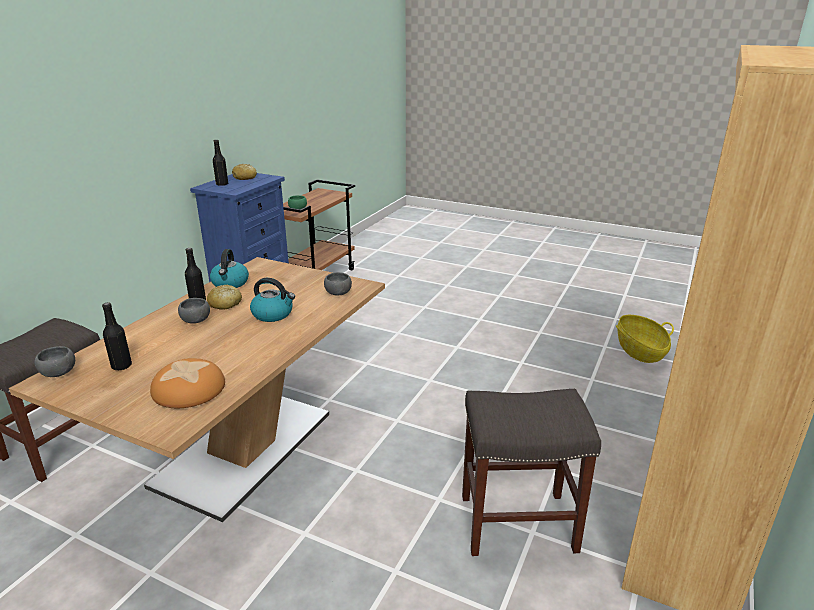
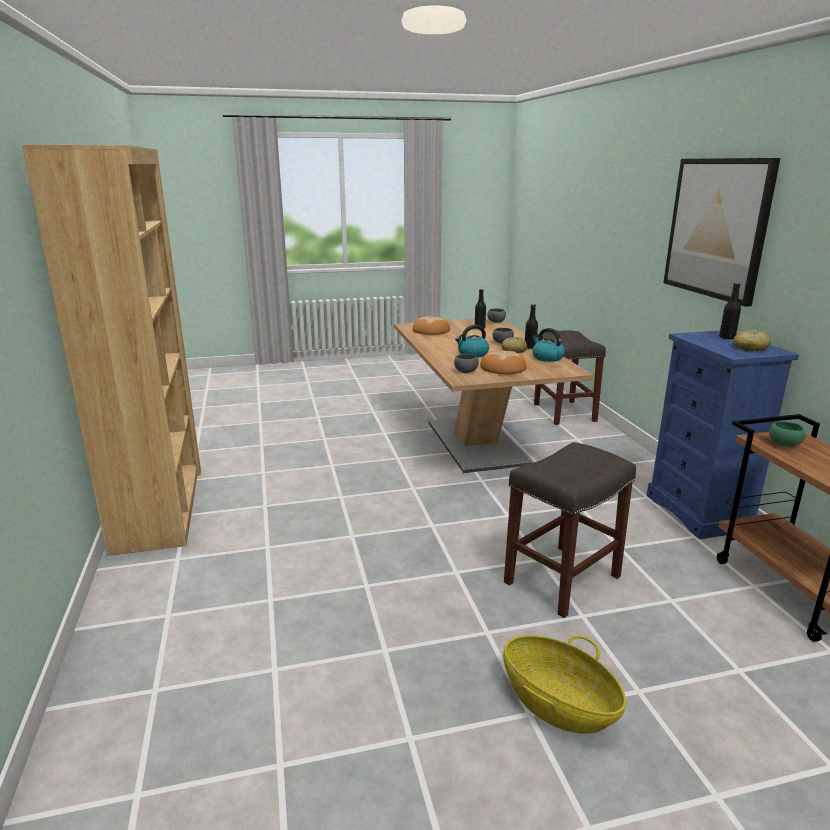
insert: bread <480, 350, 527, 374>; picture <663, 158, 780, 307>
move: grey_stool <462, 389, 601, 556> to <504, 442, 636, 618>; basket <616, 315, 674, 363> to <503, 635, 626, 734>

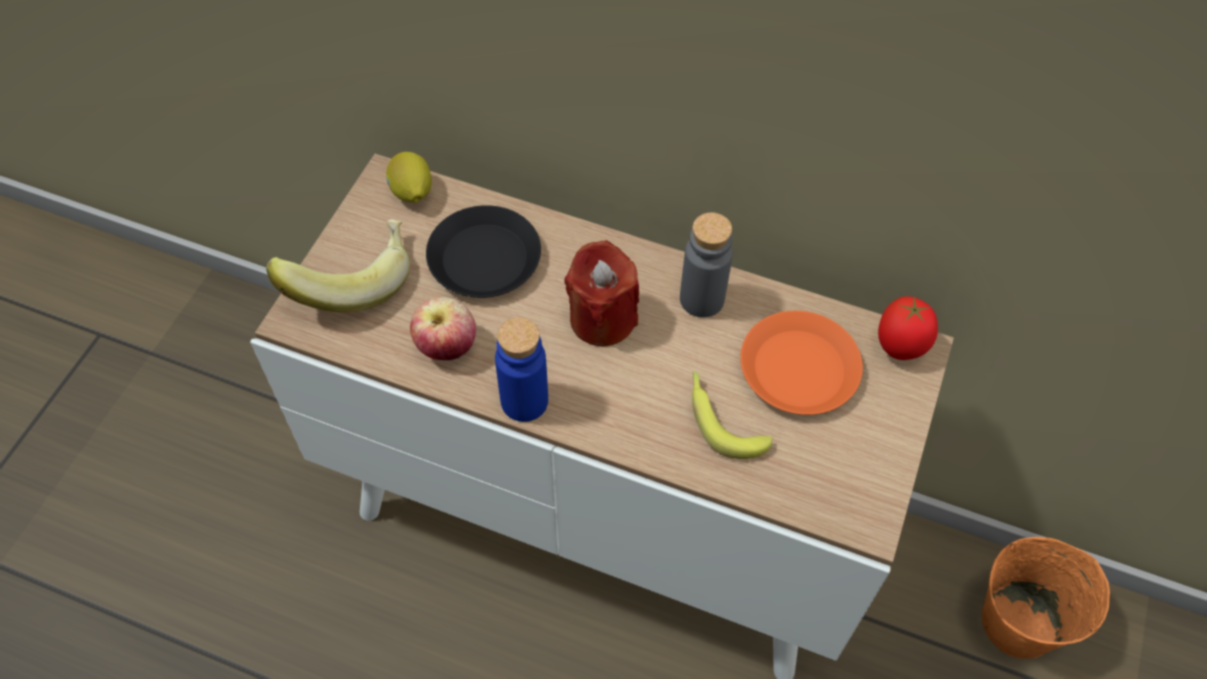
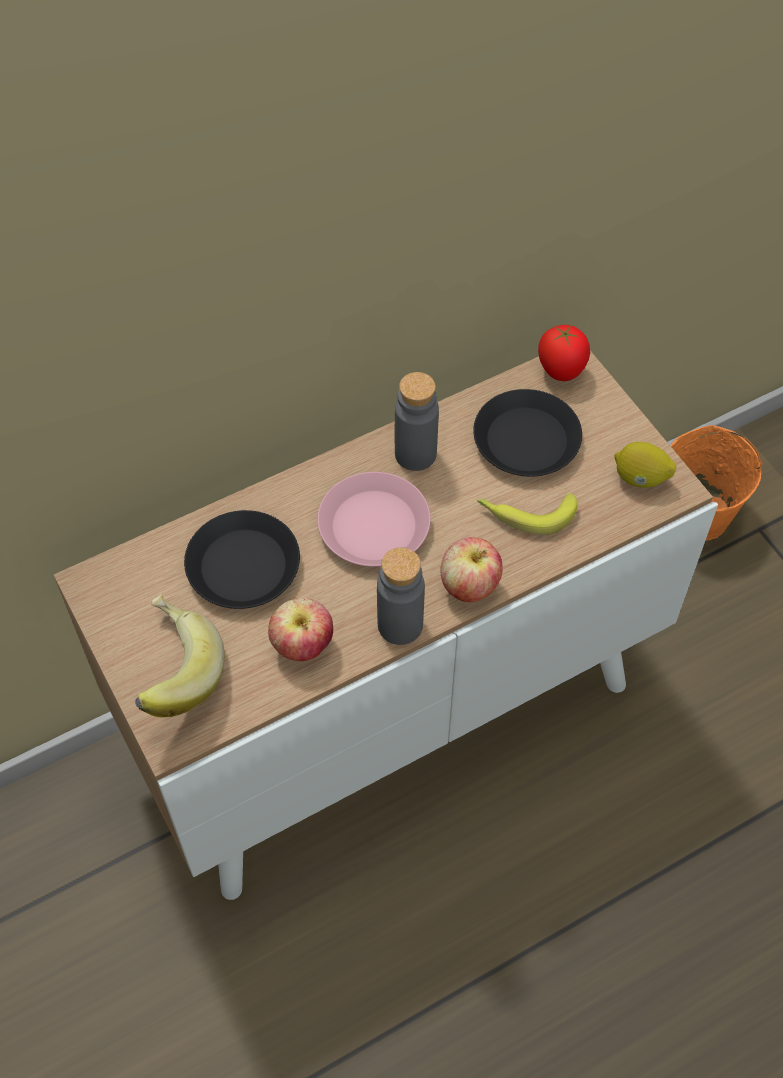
insert: apple <440, 537, 503, 602>
move: lemon <386, 152, 432, 203> to <614, 442, 677, 488>
replace: red_candle <565, 240, 639, 347> to pink_plate <317, 472, 431, 567>
recolor: blue_bottle <495, 318, 548, 422> to grey_bottle <377, 547, 425, 645>; orange_plate <740, 311, 863, 415> to black_plate <473, 389, 582, 477>

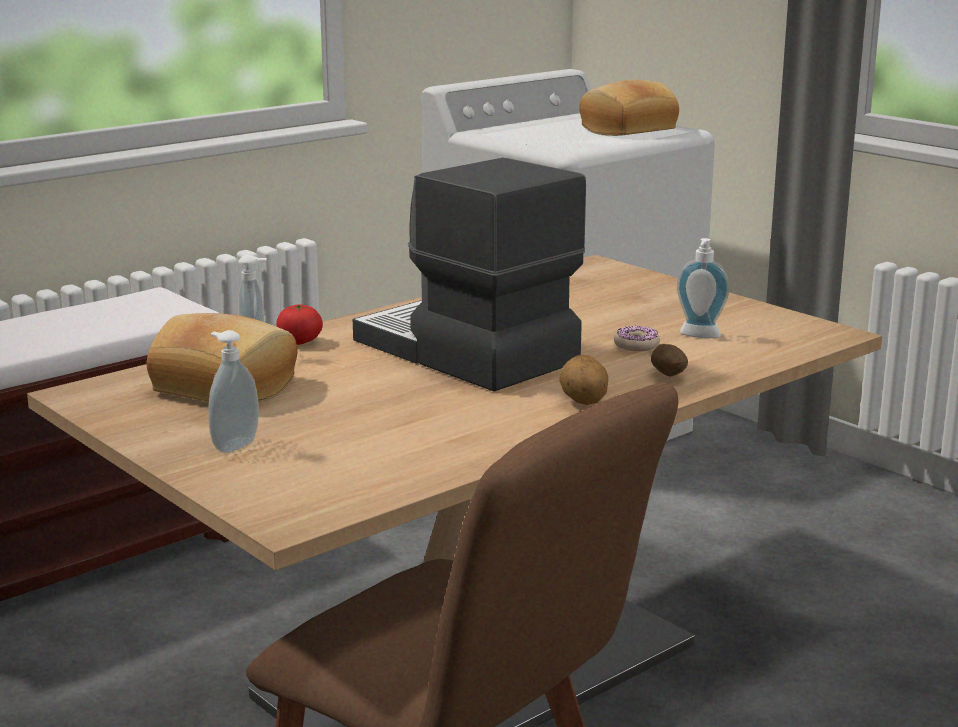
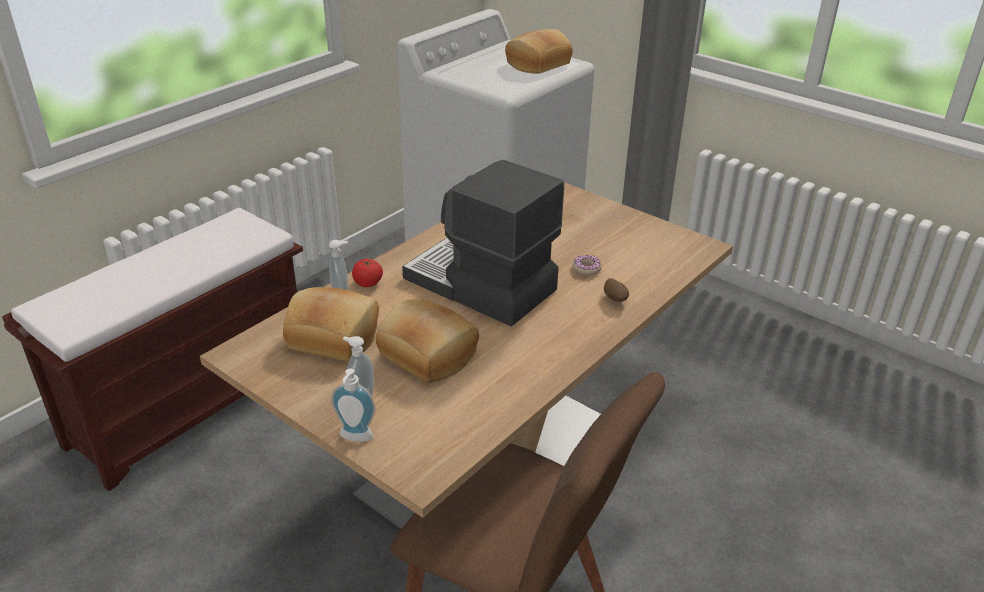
delete: potato <559, 355, 608, 405>
insert: bread <376, 299, 479, 383>
move: soap_dispenser <677, 238, 729, 338> to <331, 369, 375, 442>

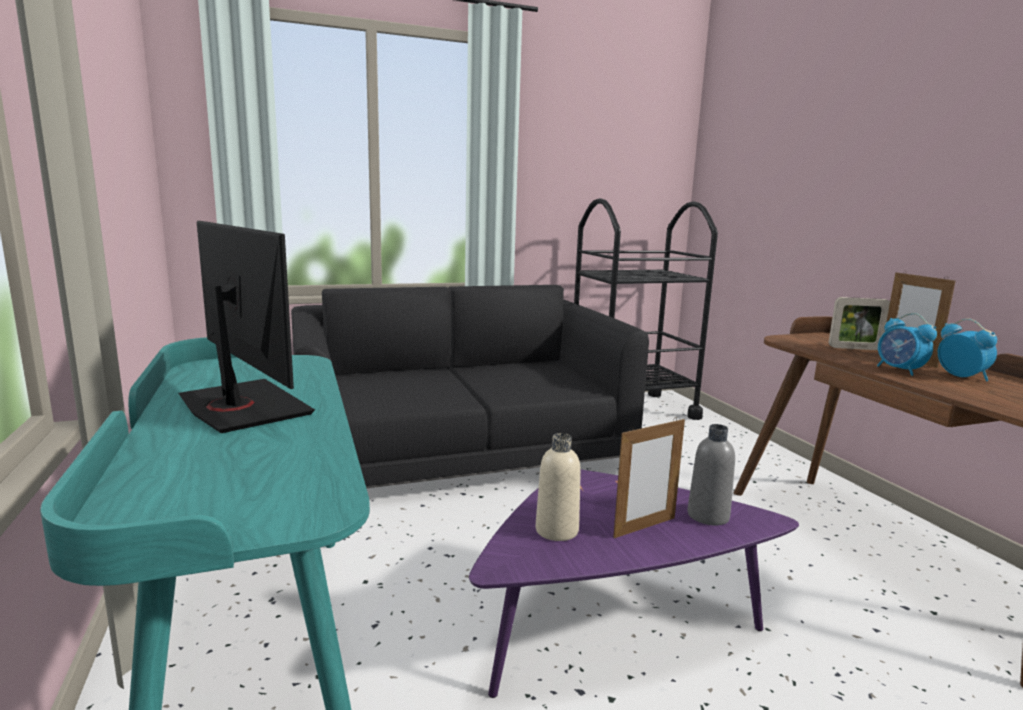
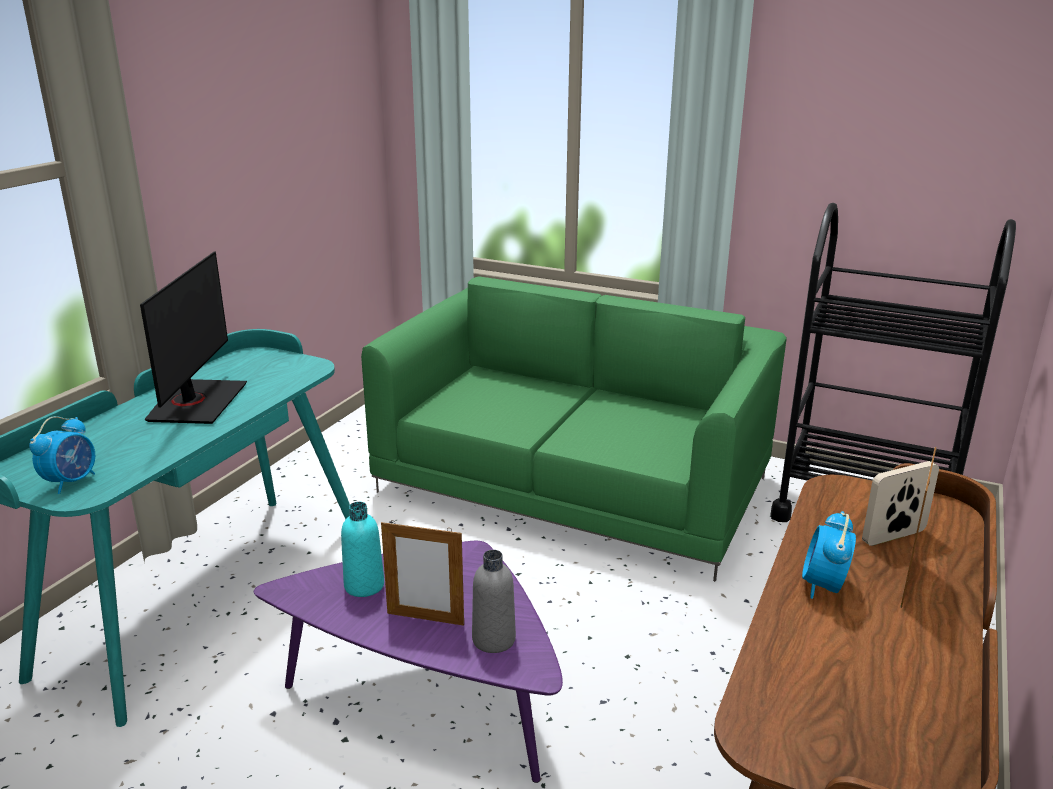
move: alarm_clock <938, 318, 997, 382> to <29, 416, 95, 494>
recolor: black_sofa <291, 285, 649, 488> to green_sofa <361, 276, 787, 582>; beige_bottle <536, 433, 581, 541> to turquoise_bottle <341, 502, 384, 597>
rotate: picture_frame <829, 297, 890, 350> = <862, 461, 939, 546> 105 degrees clockwise

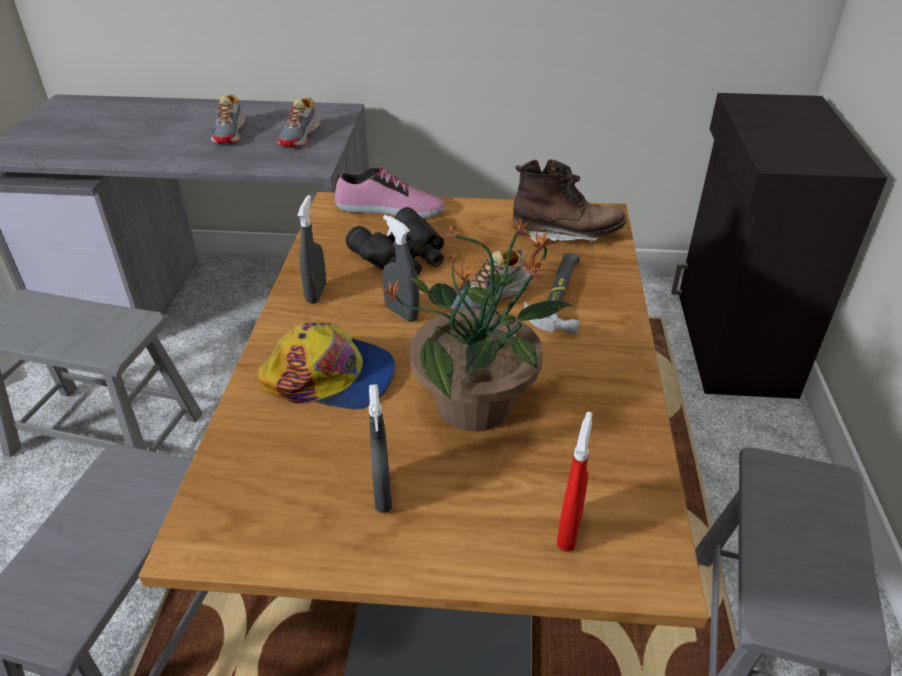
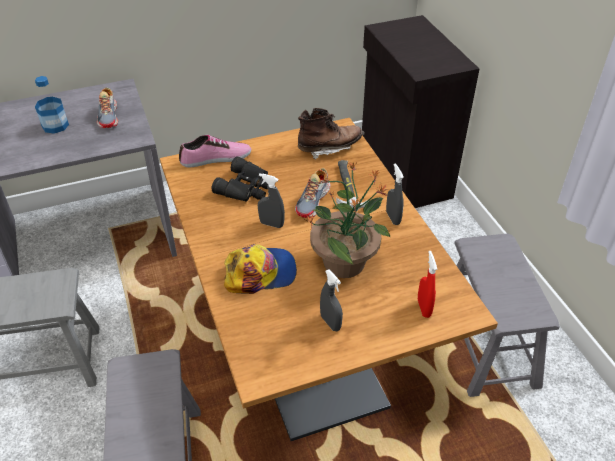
move: grey_spray_bottle <297, 195, 326, 304> to <386, 163, 404, 225>
replace: shoe <211, 94, 245, 144> to bottle <35, 76, 69, 134>

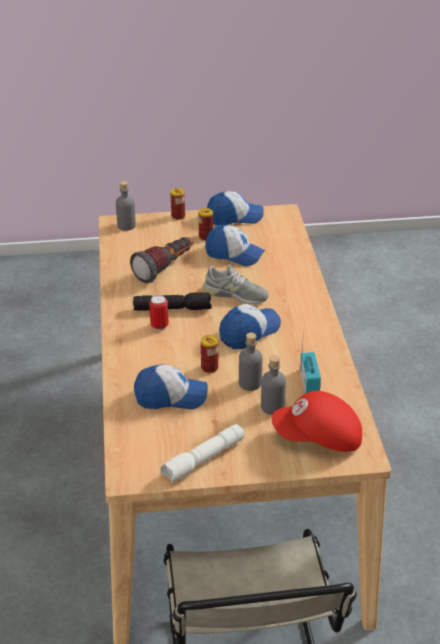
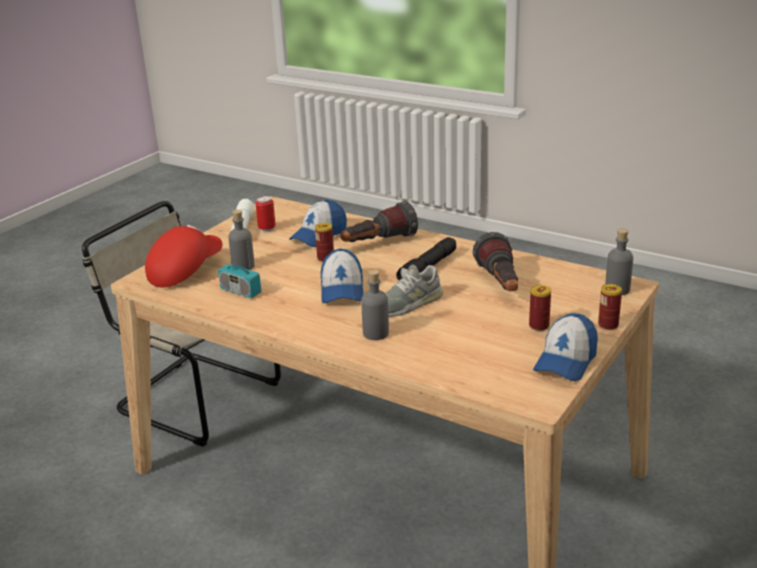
delete: cap <205, 225, 265, 266>
insert: flashlight <340, 201, 418, 242>
move: can <149, 295, 169, 331> to <255, 196, 276, 232>; grey_bottle <239, 333, 262, 391> to <361, 269, 389, 340>

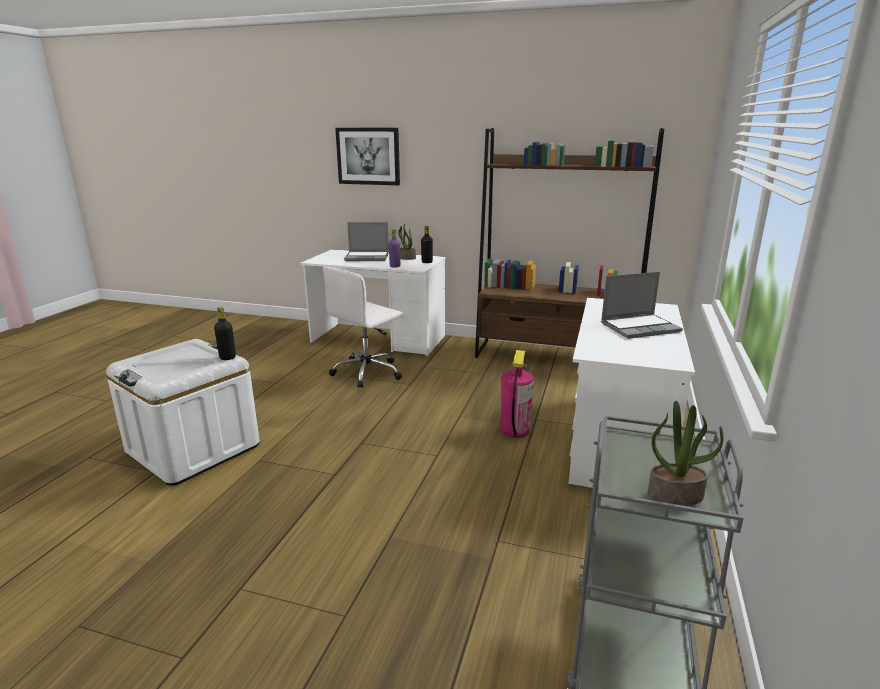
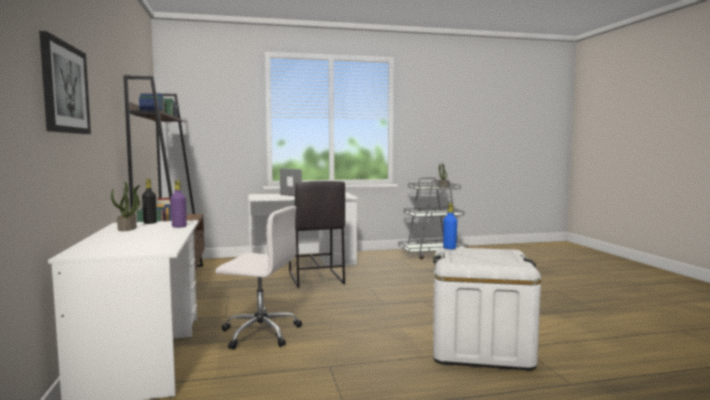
delete: laptop <344, 222, 389, 261>
replace: fire_extinguisher <500, 350, 534, 438> to grey_stool <289, 181, 345, 288>
recolor: black_bottle <214, 307, 236, 360> to blue_bottle <443, 203, 457, 249>

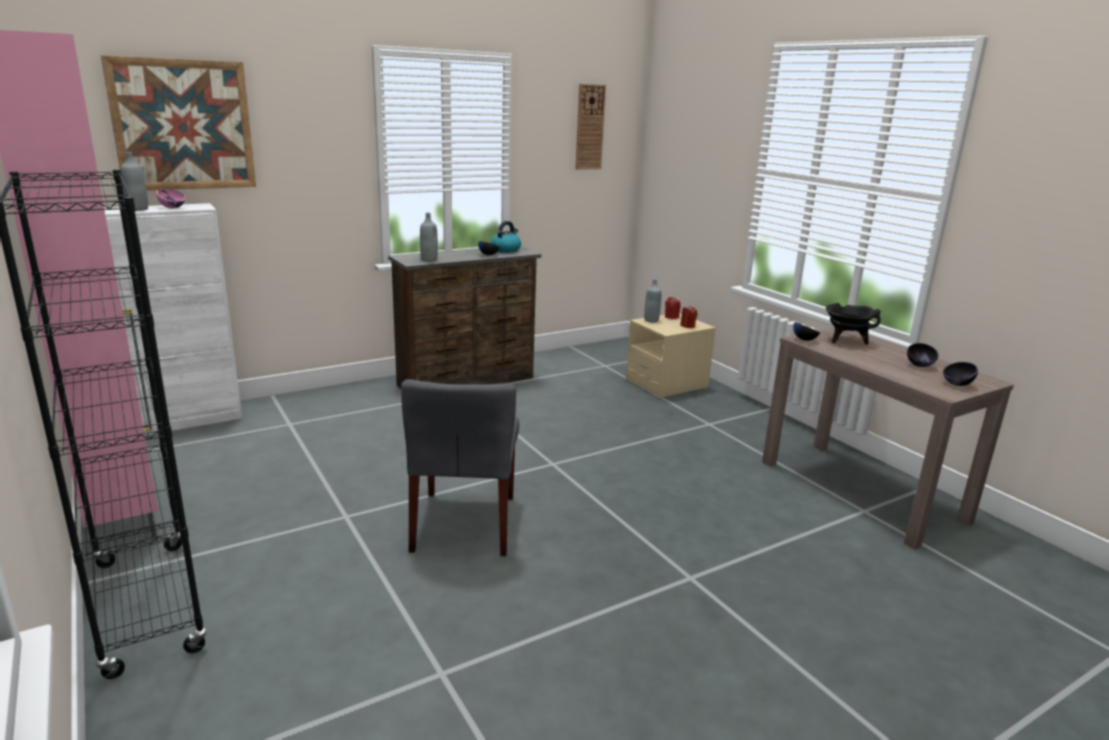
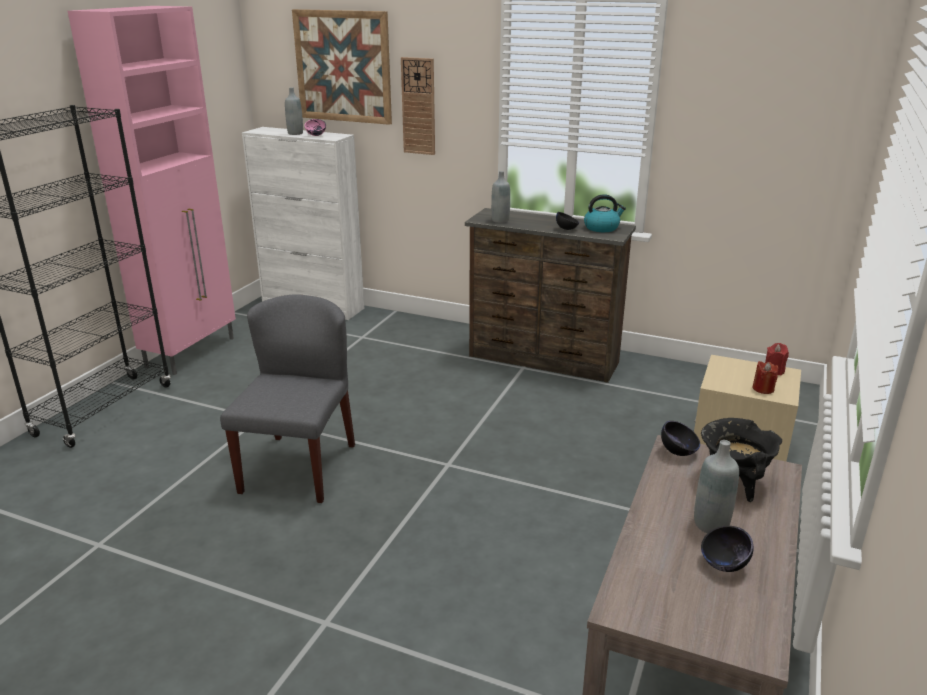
delete: black_bowl <943, 362, 978, 386>
move: wall_clock <575, 84, 606, 170> to <401, 57, 435, 155>; grey_bottle <644, 279, 661, 322> to <694, 440, 739, 533>
rotate: grey_chair <401, 379, 519, 556> = <220, 294, 355, 503> 135 degrees clockwise

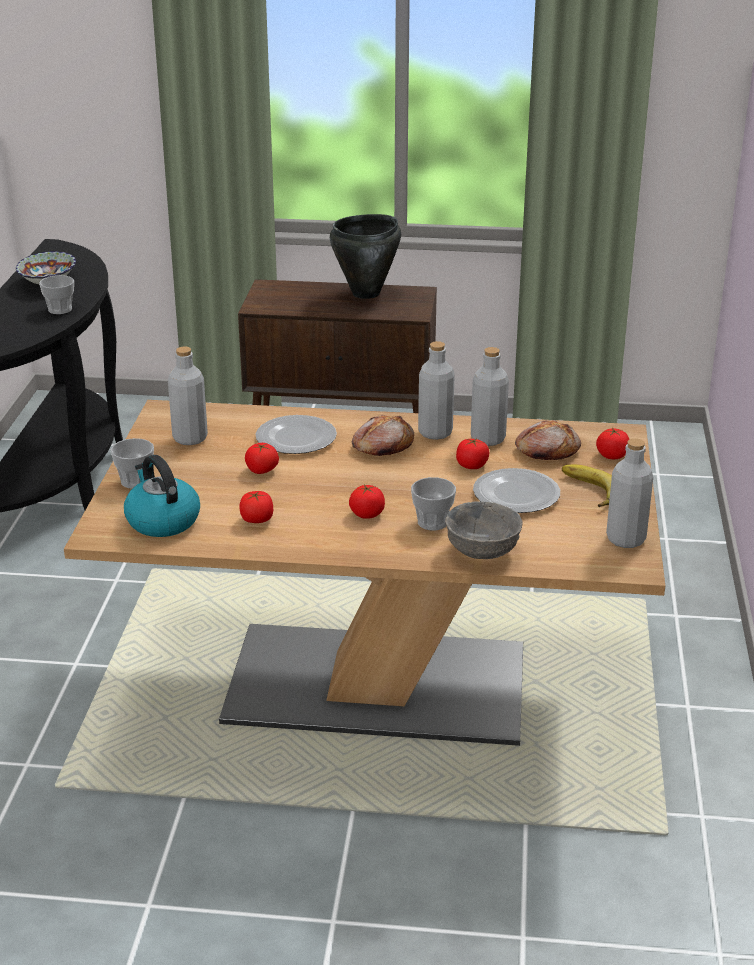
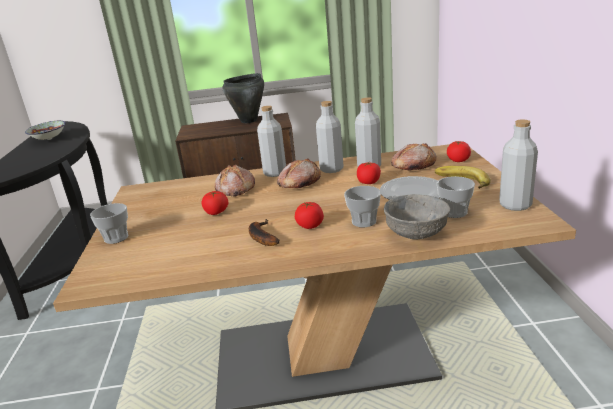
delete: kettle <124, 455, 200, 537>; tomato <239, 491, 273, 523>
insert: banana <249, 219, 279, 246>
move: cup <39, 275, 74, 314> to <436, 176, 475, 218>; grey_bottle <168, 347, 208, 445> to <257, 106, 286, 177>
replace: plate <255, 415, 337, 454> to bread <215, 165, 255, 196>

